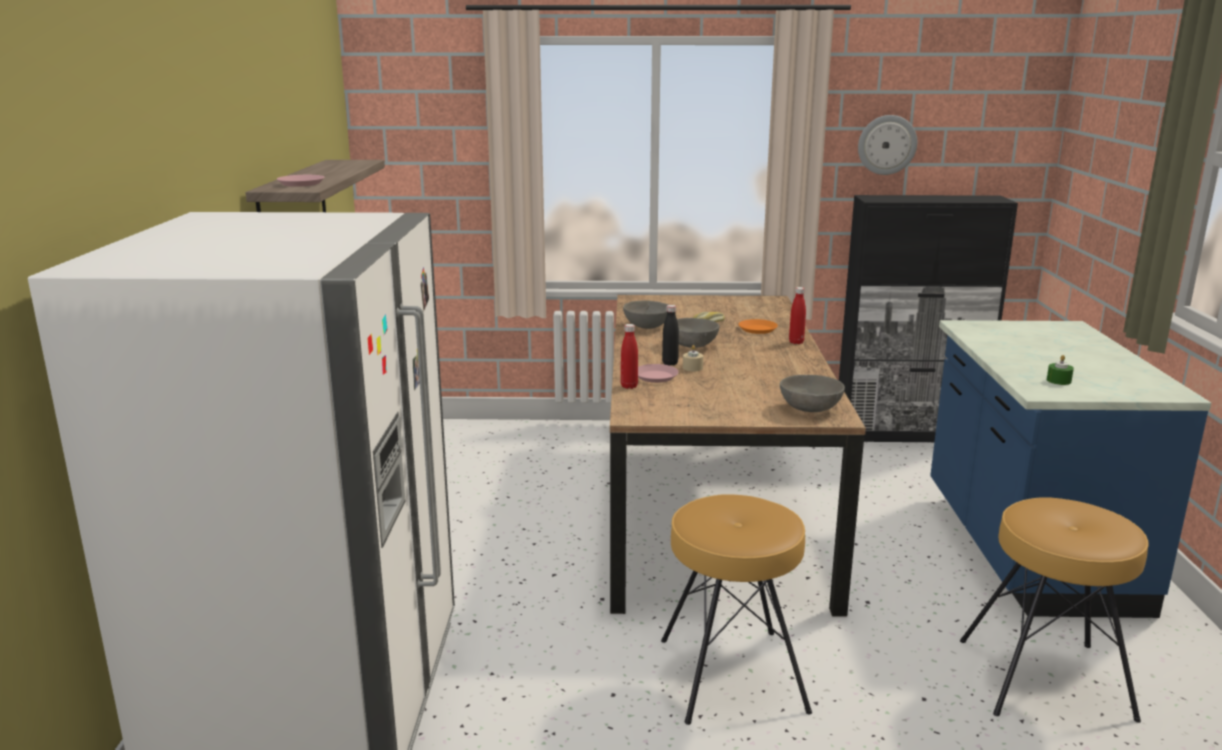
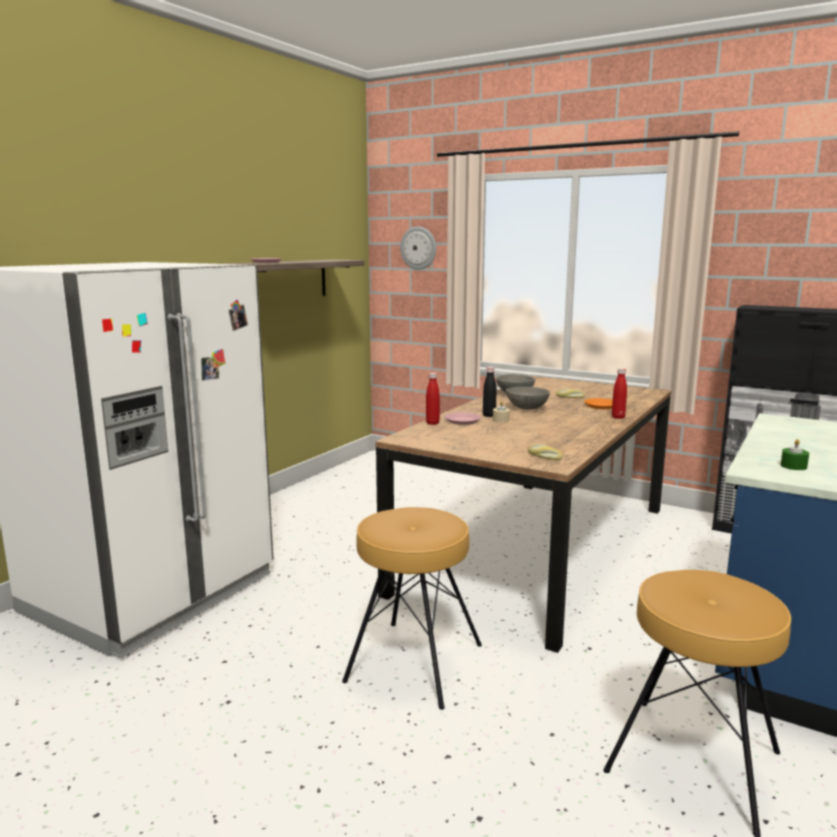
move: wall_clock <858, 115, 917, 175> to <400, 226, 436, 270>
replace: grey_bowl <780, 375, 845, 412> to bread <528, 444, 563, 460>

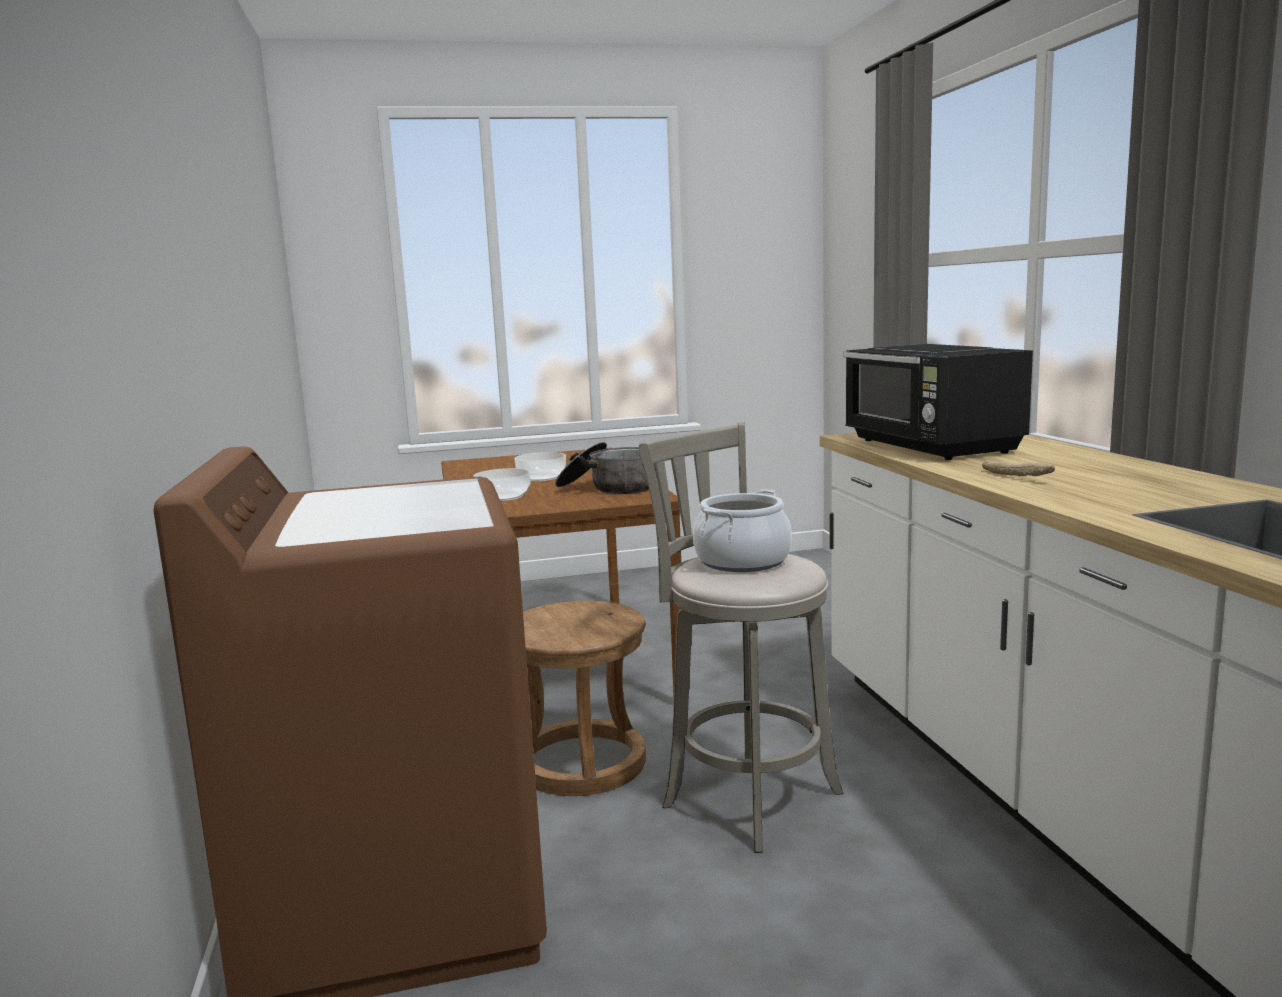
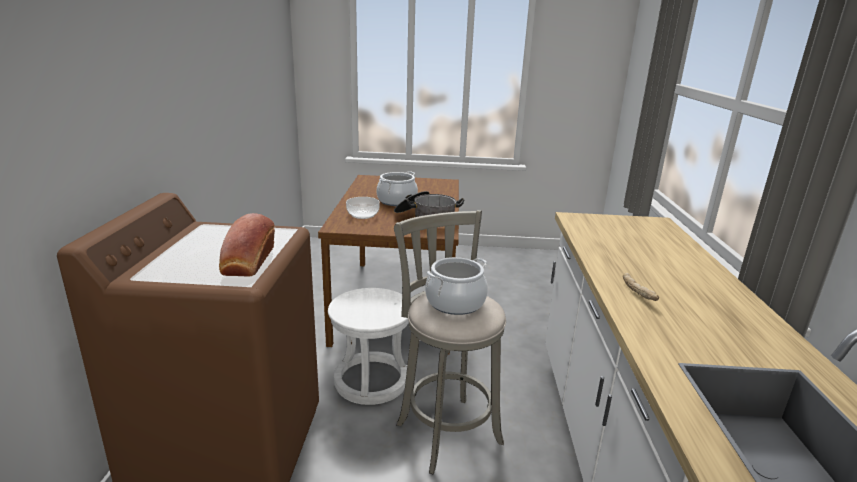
delete: black_microwave <843, 344, 1033, 460>
insert: bread <219, 213, 275, 276>
replace: bowl <515, 452, 566, 482> to cooking_pot <377, 171, 418, 206>
recolor: brown_stool <523, 601, 646, 796> to white_stool <328, 288, 409, 405>

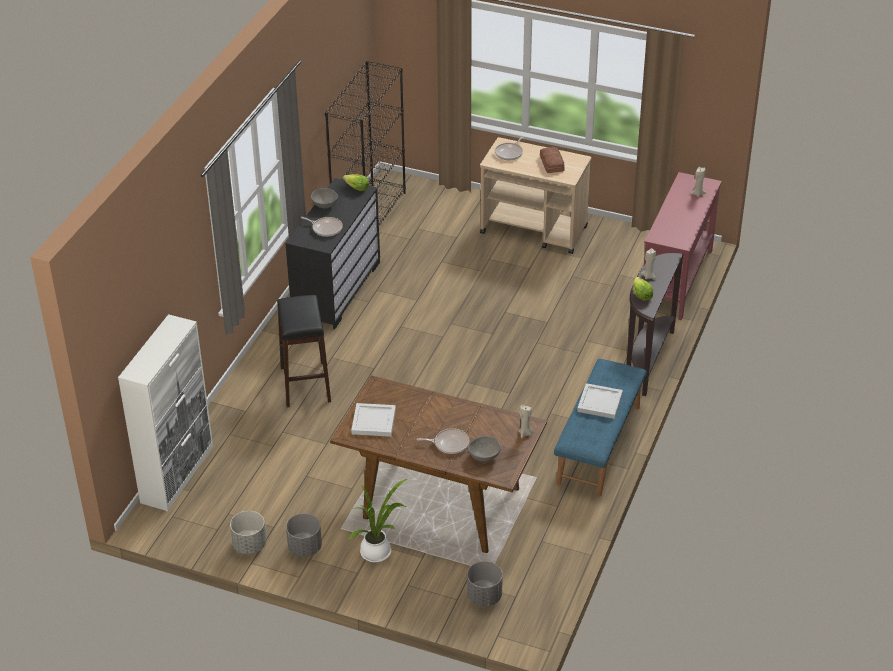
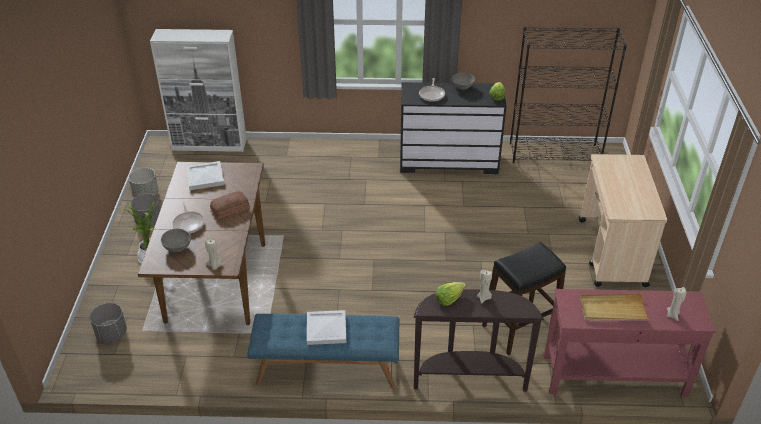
delete: frying_pan <495, 136, 524, 160>
insert: beige_tray <580, 293, 650, 321>
move: black_stool <277, 295, 331, 407> to <482, 242, 566, 355>; bread <540, 147, 565, 173> to <210, 191, 249, 219>

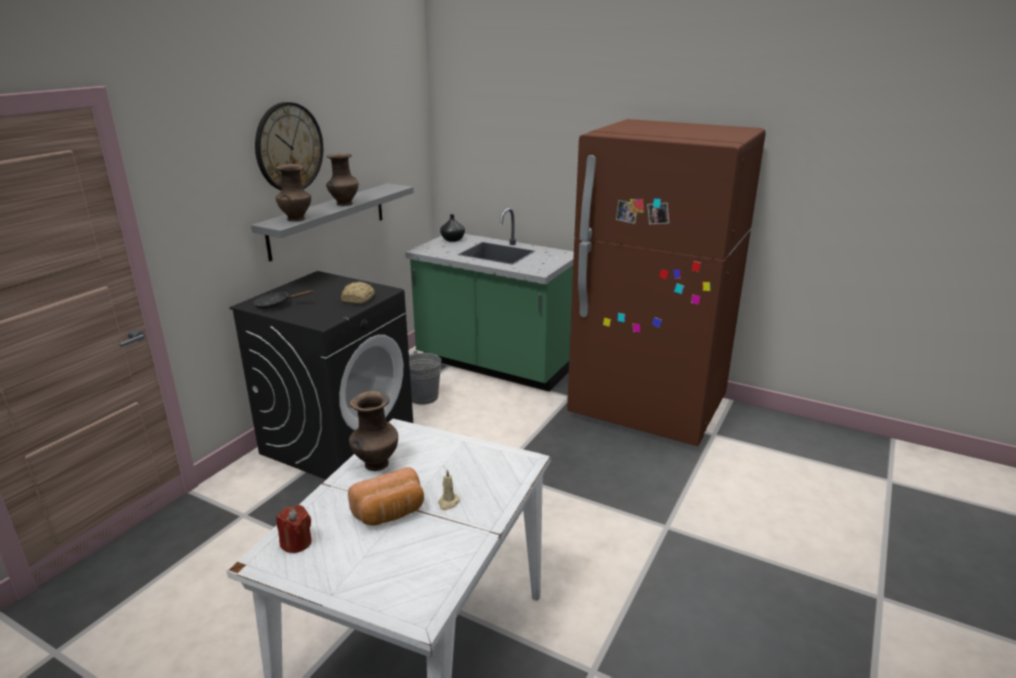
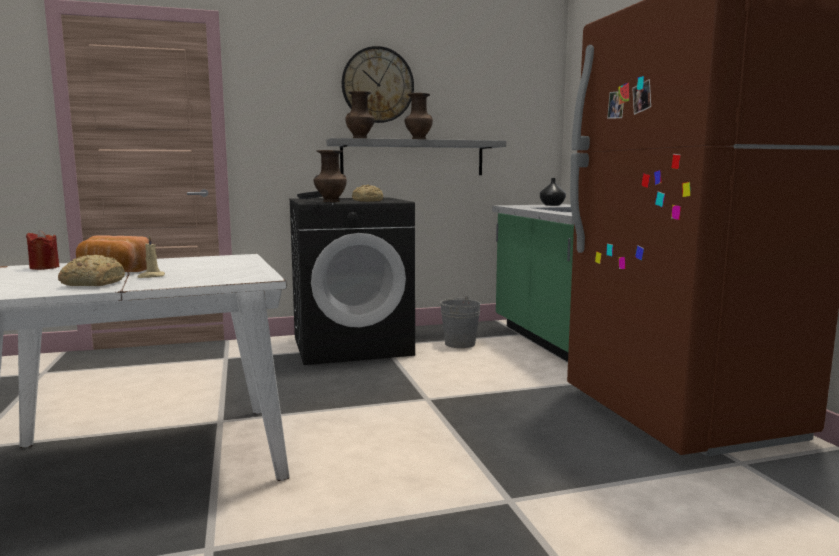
insert: bread <58, 255, 125, 286>
move: brown_vase <349, 391, 398, 471> to <314, 150, 347, 202>

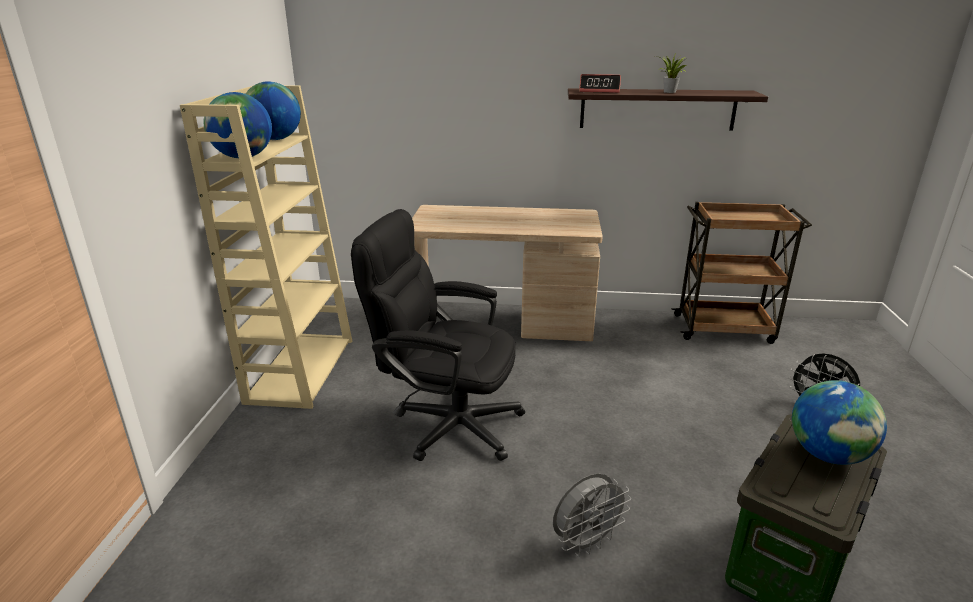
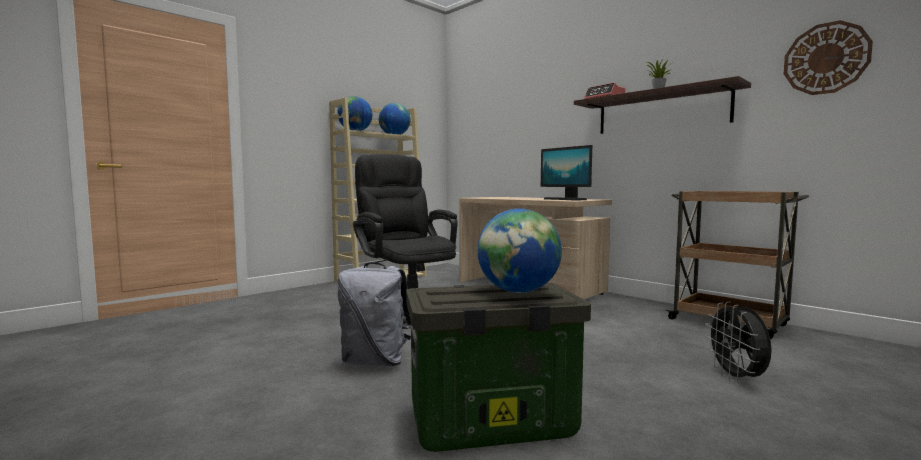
insert: monitor <541, 145, 592, 201>; wall_clock <784, 20, 873, 95>
replace: grey_fan <553, 473, 631, 557> to grey_backpack <337, 262, 411, 366>

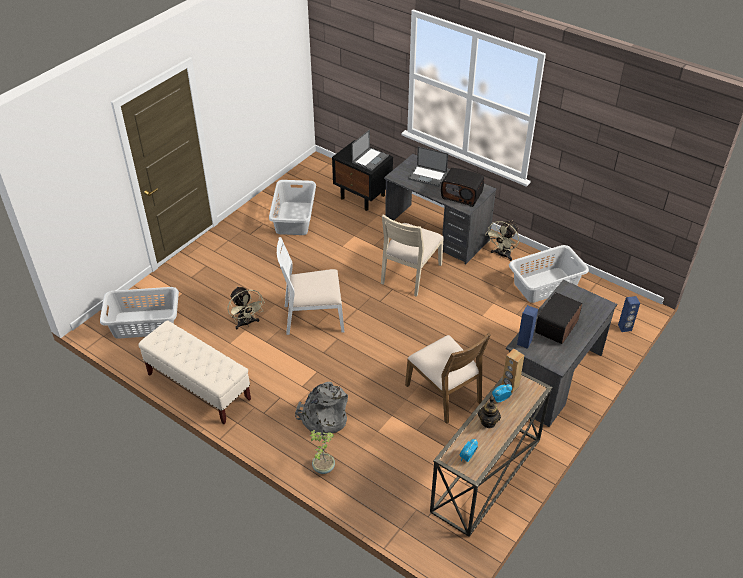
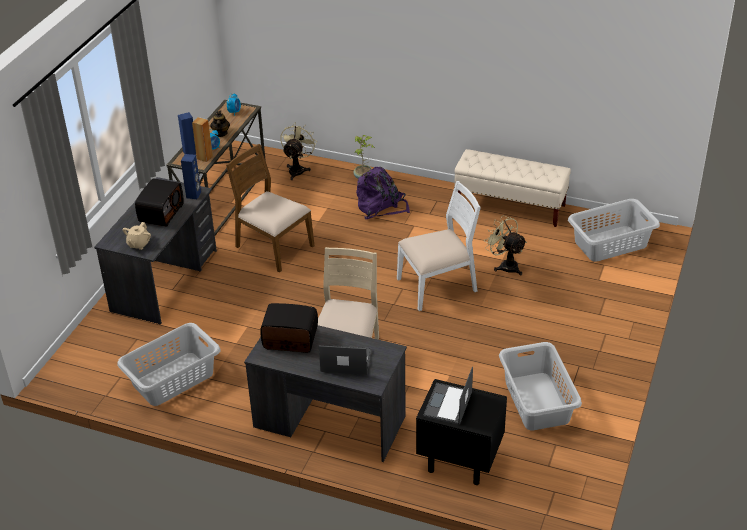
insert: beige_teapot <123, 222, 151, 250>
move: beige_fan <485, 220, 519, 261> to <280, 123, 317, 180>; blue_speaker <618, 296, 640, 332> to <178, 112, 196, 155>
recolor: grey_backpack <295, 382, 348, 435> to purple_backpack <356, 167, 410, 219>

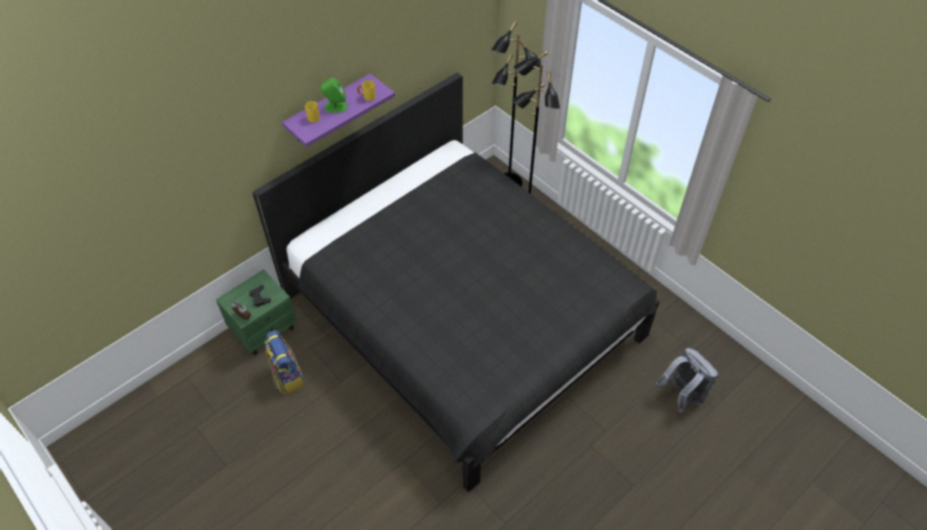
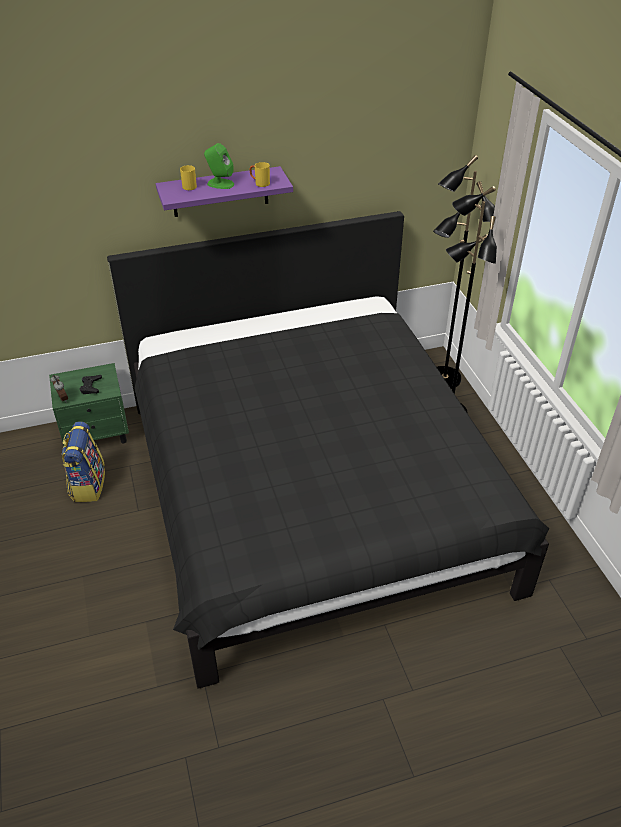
delete: grey_backpack <656, 348, 718, 413>

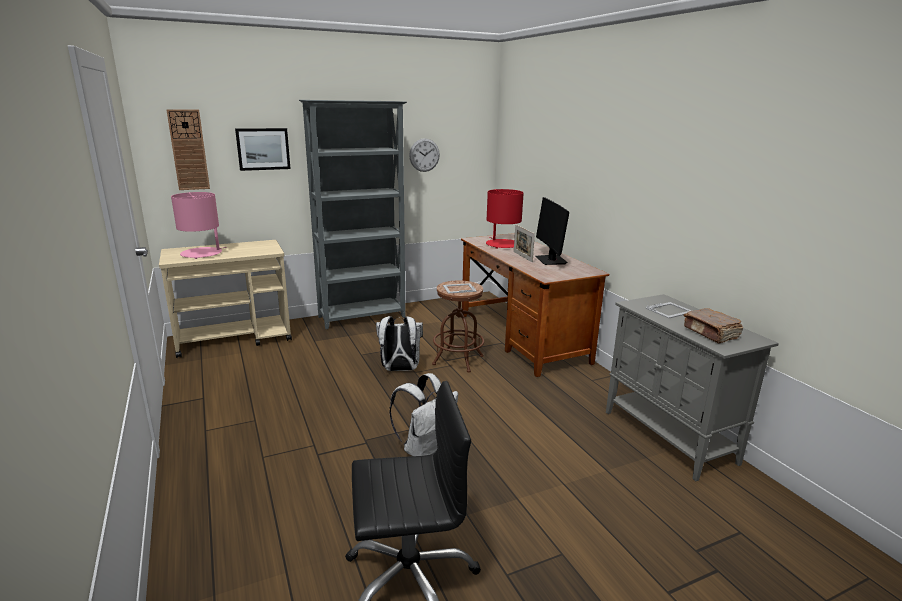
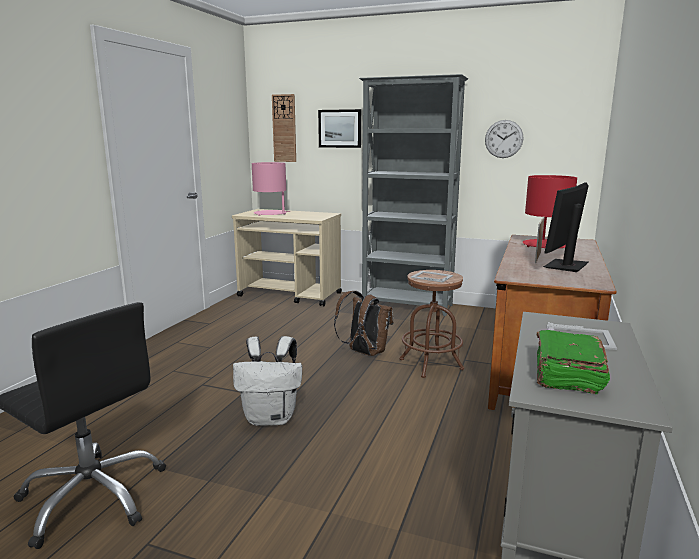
recolor: white_backpack <376, 316, 423, 371> to brown_backpack <334, 291, 394, 356>; brown_book <684, 308, 743, 343> to green_book <537, 330, 610, 394>

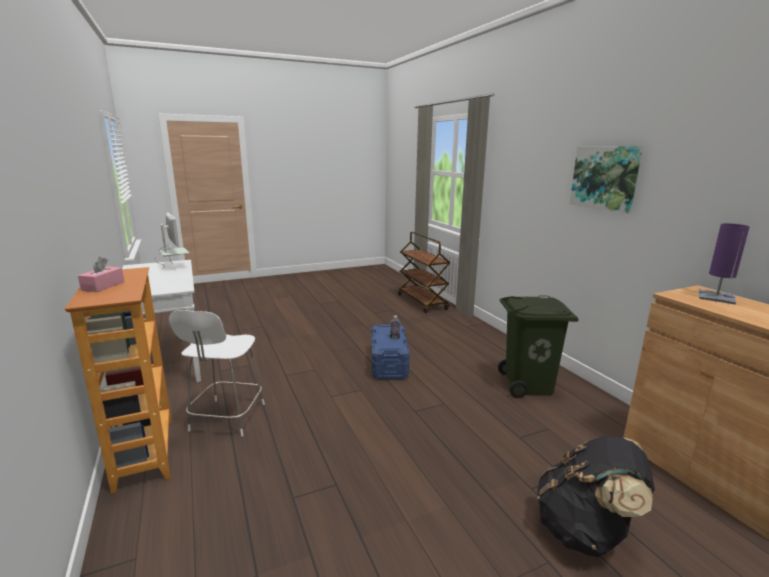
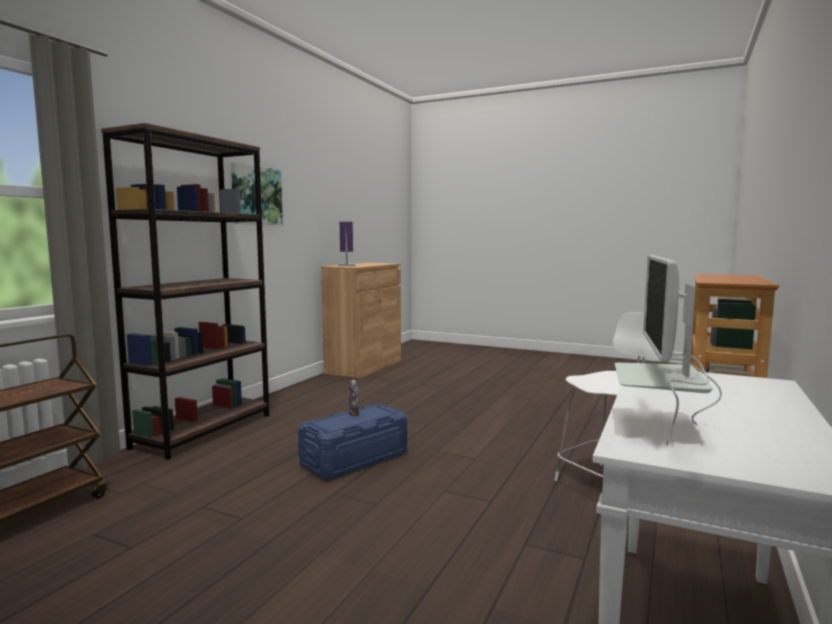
delete: pink_tissue_box <78, 257, 125, 292>; green_trash_can <498, 295, 579, 398>; black_backpack <537, 436, 655, 557>
insert: brown_bookcase <101, 123, 270, 460>

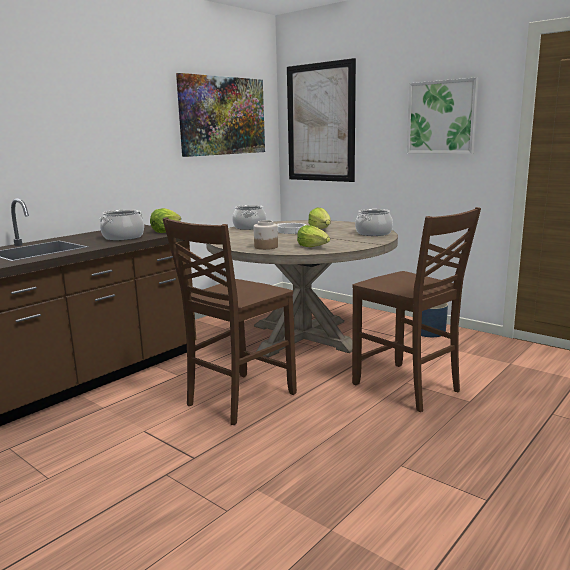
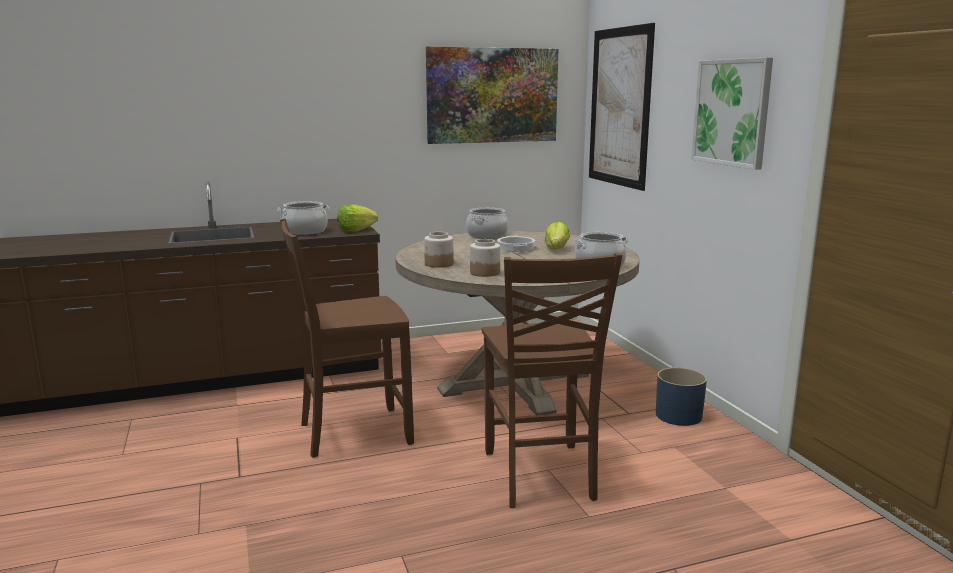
replace: lettuce <297, 225, 330, 247> to jar <470, 239, 500, 277>

